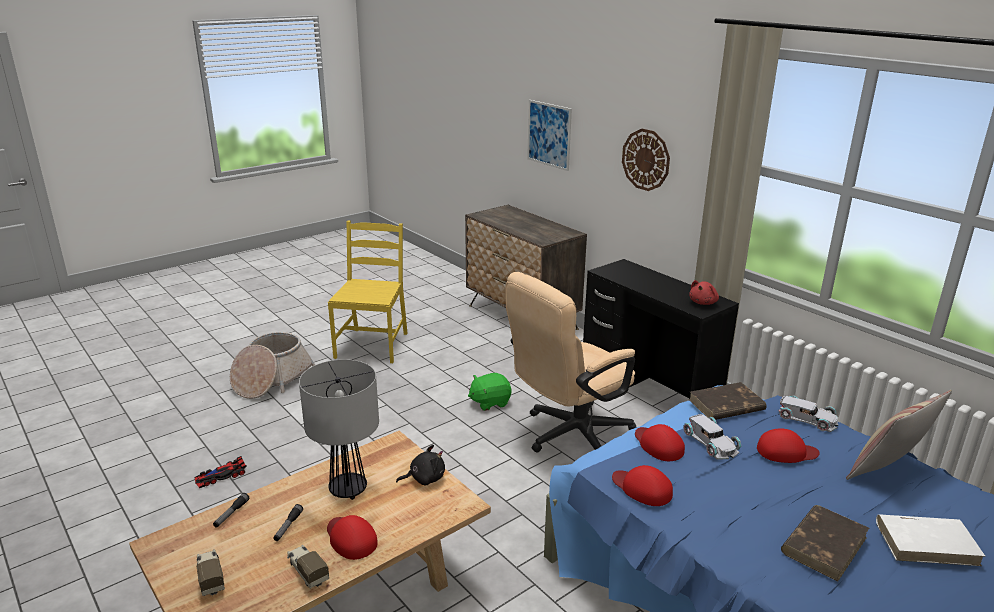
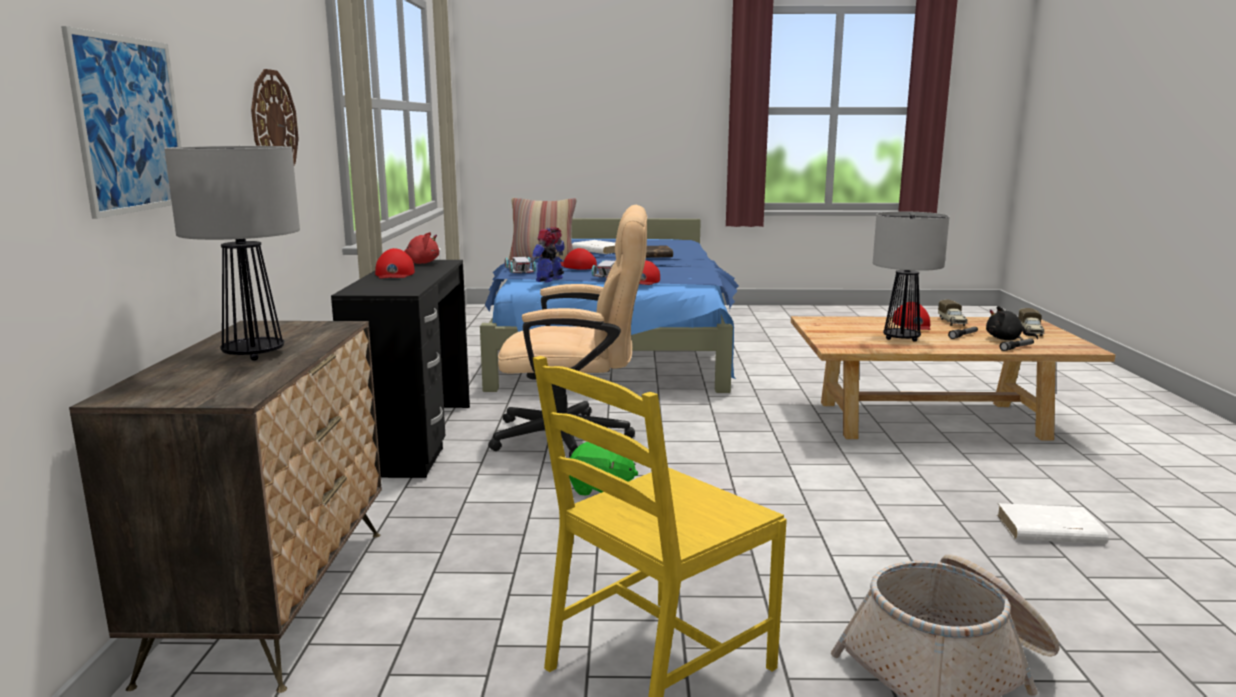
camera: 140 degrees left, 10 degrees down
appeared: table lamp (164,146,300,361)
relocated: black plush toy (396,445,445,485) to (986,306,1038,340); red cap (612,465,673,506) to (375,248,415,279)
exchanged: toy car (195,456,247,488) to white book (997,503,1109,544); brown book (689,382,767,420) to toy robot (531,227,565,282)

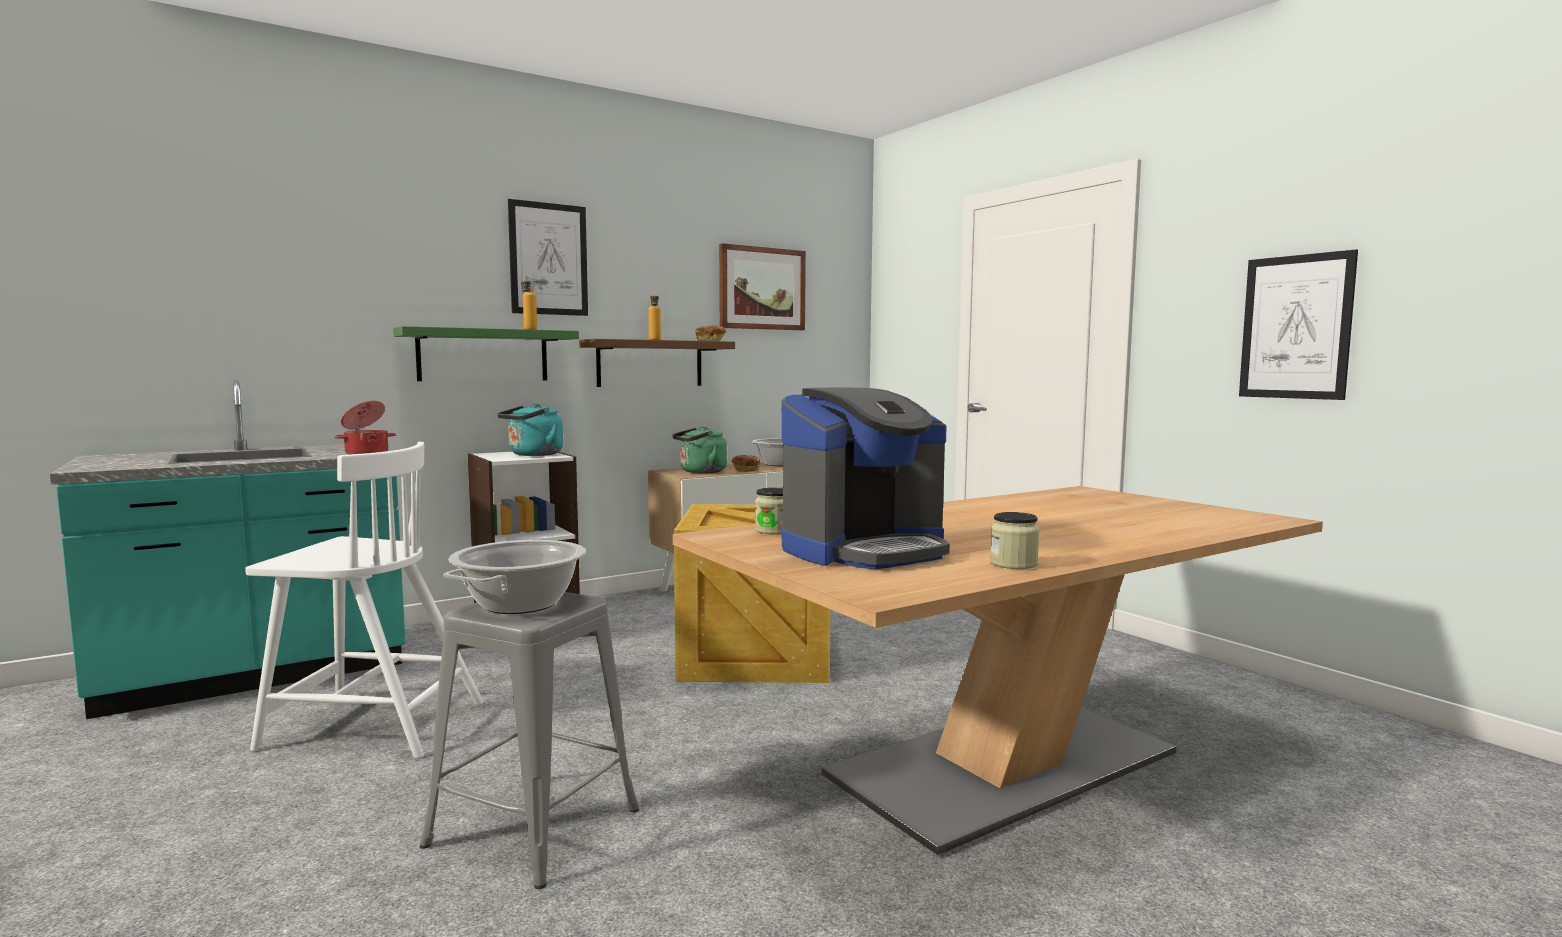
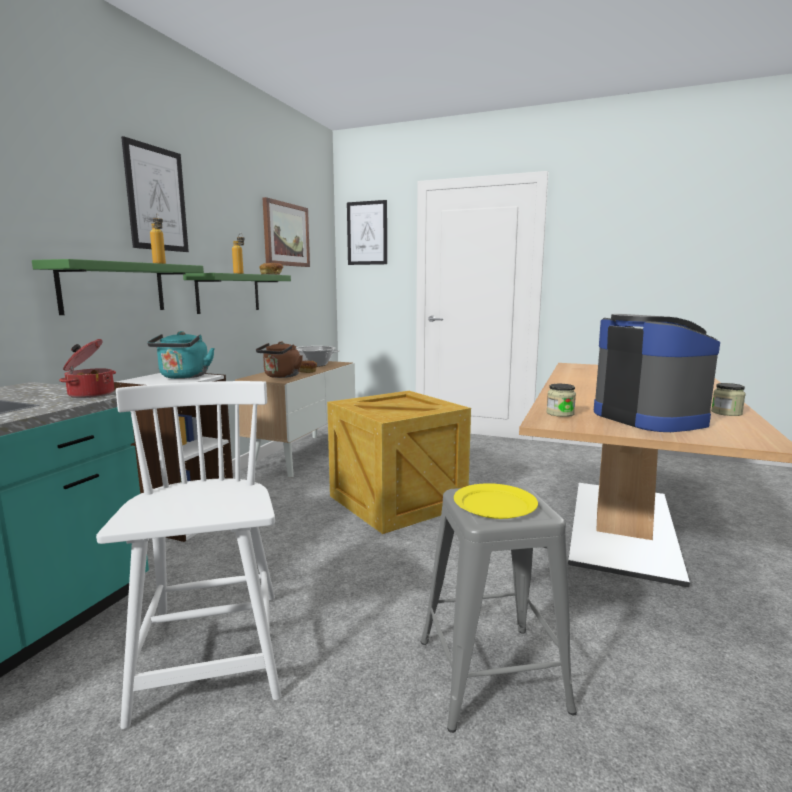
camera: 35 degrees left, 5 degrees up
relocated: picture (1239,249,1358,400) to (347,200,387,265)
exchanged: cooking pot (443,540,586,614) to yellow plate (454,483,538,519)
colour: brown shelf (579,339,735,387) to green shelf (183,273,291,314); green kettle (672,426,727,474) to brown kettle (256,341,303,378)
spun: white chair (245,442,484,759) = (96,381,281,729) 75 degrees counterclockwise; coffee machine (782,388,950,569) = (594,314,720,432) 45 degrees counterclockwise

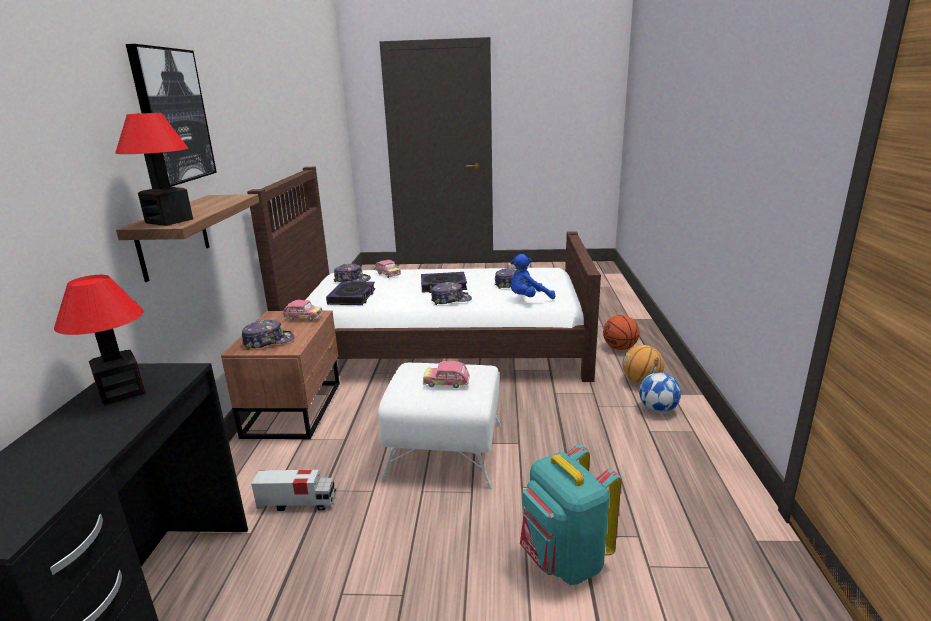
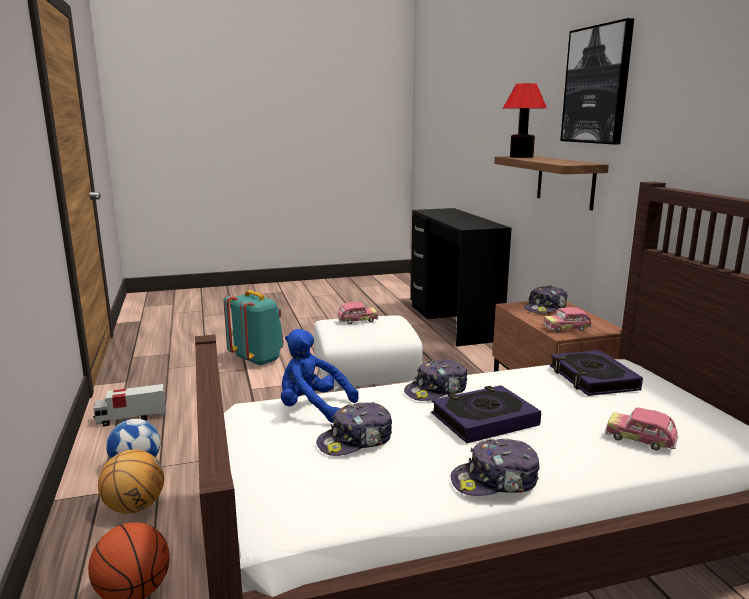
camera: 160 degrees right, 5 degrees down
missing: table lamp (54,275,145,405)
relocated: toy truck (252,470,336,511) to (93,384,166,426); cap (334,264,371,282) to (451,439,540,496)
spun: blue plush toy (510,254,555,299) = (281,329,359,423) 120 degrees counterclockwise

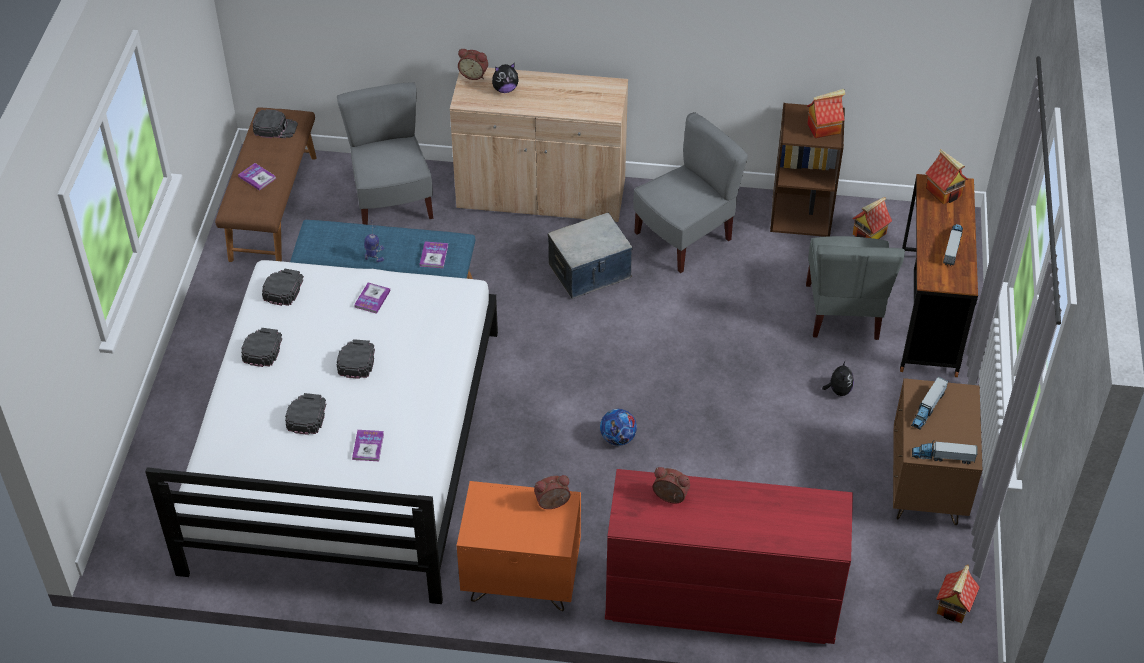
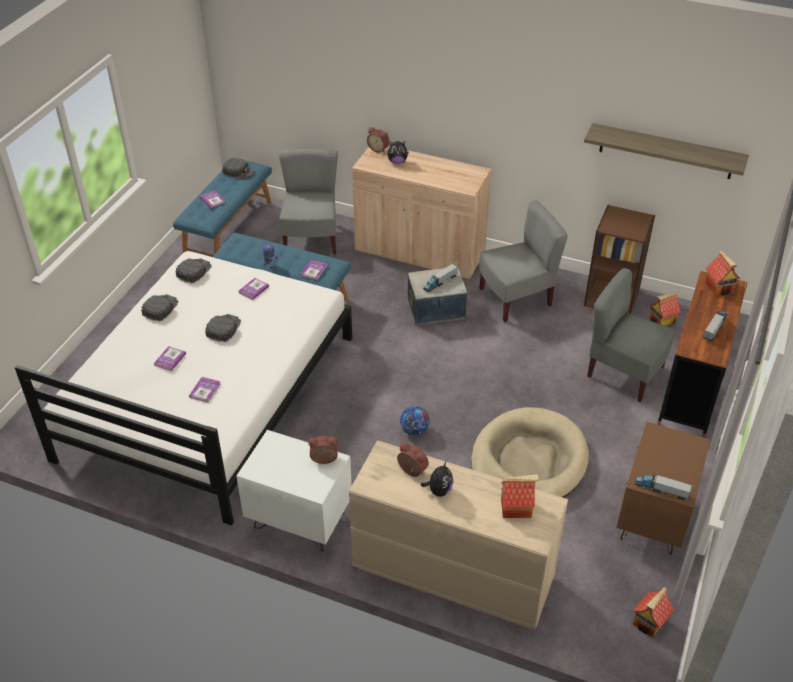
camera: 15 degrees right, 5 degrees down
appeared: beige dog bed (471,407,589,498); shelf (584,123,749,179)
relocated: toy house (807,89,845,138) to (501,474,539,518); plush toy (822,360,854,396) to (421,462,453,497); toy truck (911,377,948,429) to (423,263,458,292)
exchanged: black cap (285,393,326,435) to book (153,346,186,371)
colour: brown bench (215,107,317,262) to blue bench (173,160,272,257); orange nightstand (456,481,581,611) to white nightstand (236,430,352,552); red dresser (605,469,853,644) to beige dresser (349,440,568,629)
spun: grey chair (806,236,905,340) = (587,268,675,402) 105 degrees clockwise

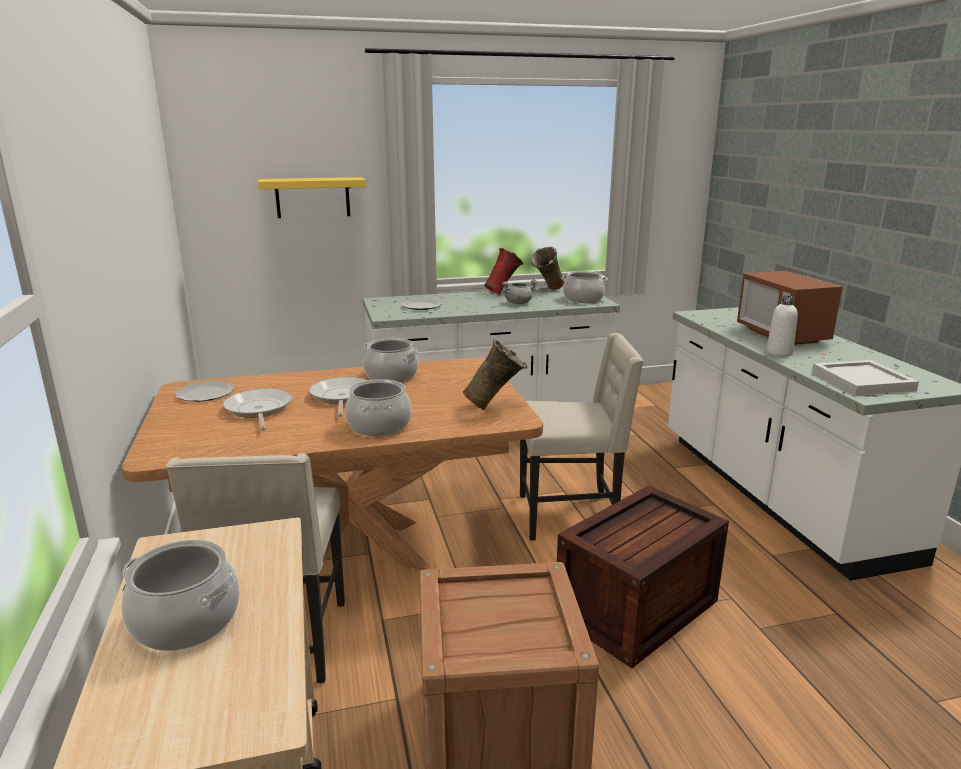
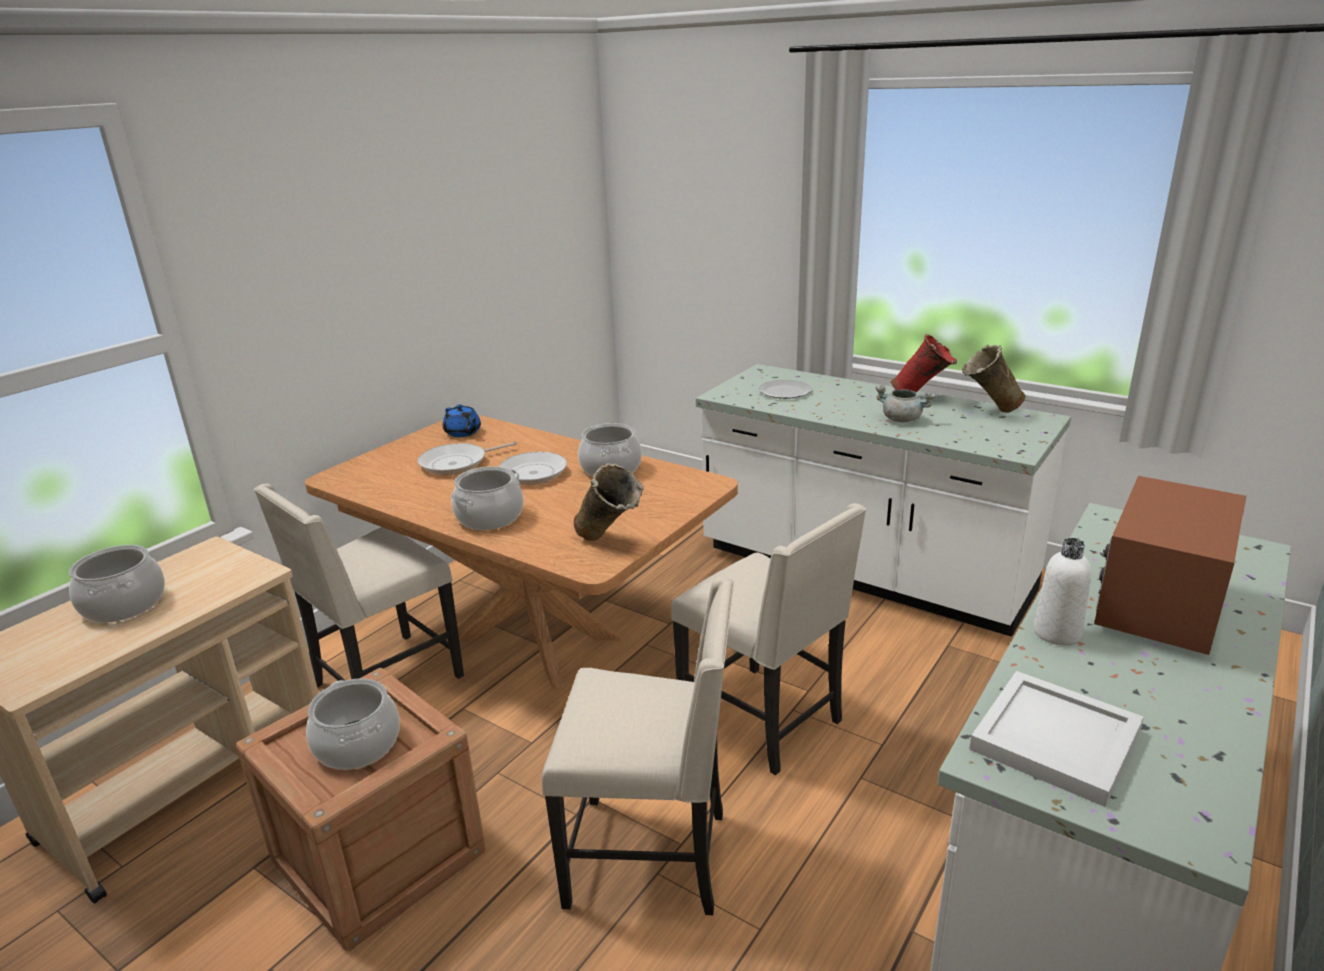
camera: 50 degrees right, 5 degrees up
missing: yellow shelf (257,177,366,218)
relocated: cooking pot (561,271,608,303) to (306,678,400,770)
exchanged: plate (175,381,235,402) to blue teapot (443,404,481,437); crate (557,486,729,668) to beige chair (542,577,734,916)
spun: frying pan (223,388,292,431) = (418,441,518,475) 150 degrees counterclockwise

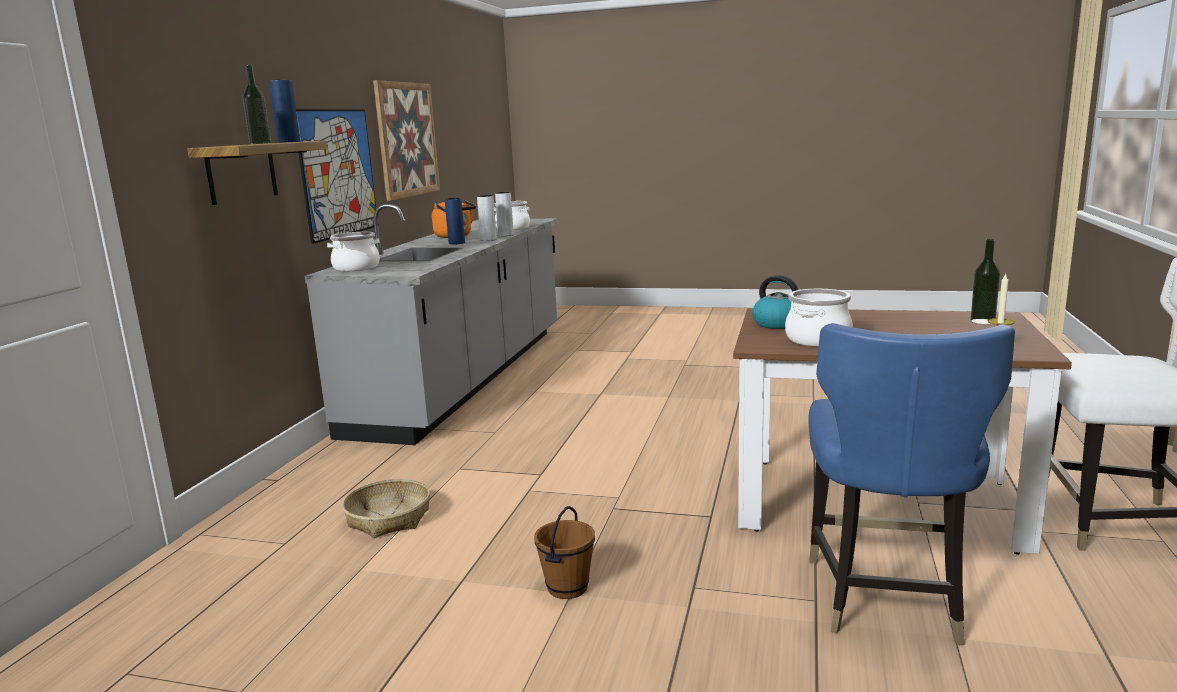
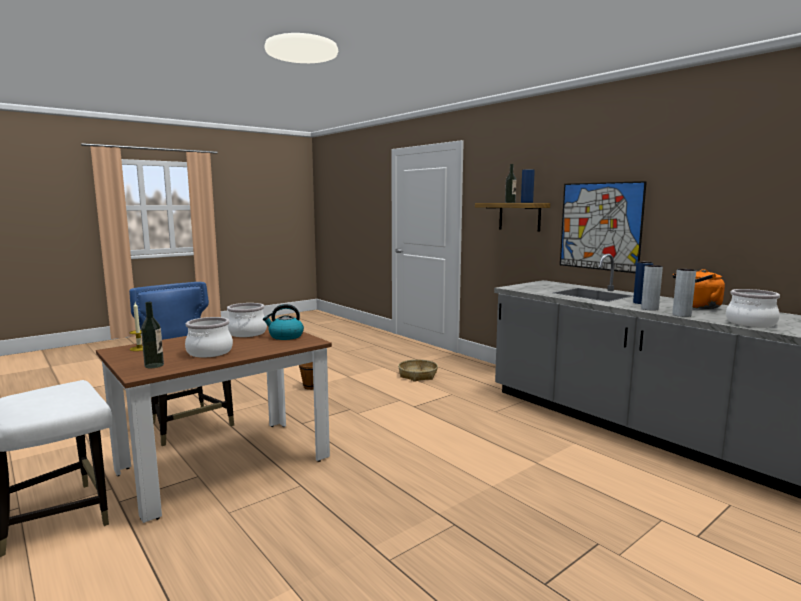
camera: 125 degrees right, 5 degrees down
missing: picture (373,80,440,201)
relocated: cooking pot (327,232,380,271) to (185,317,233,358)

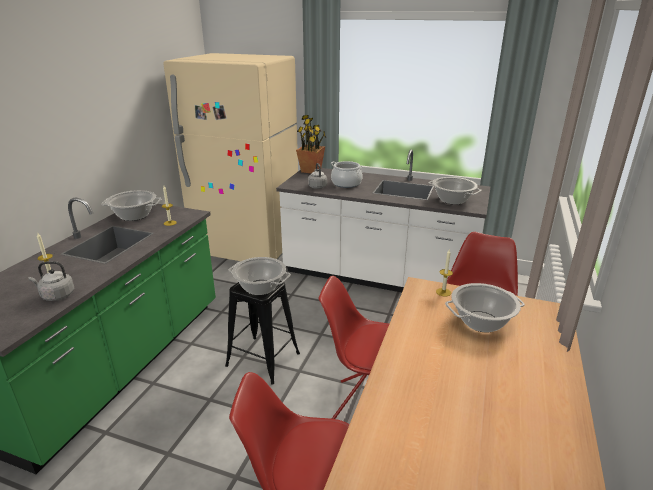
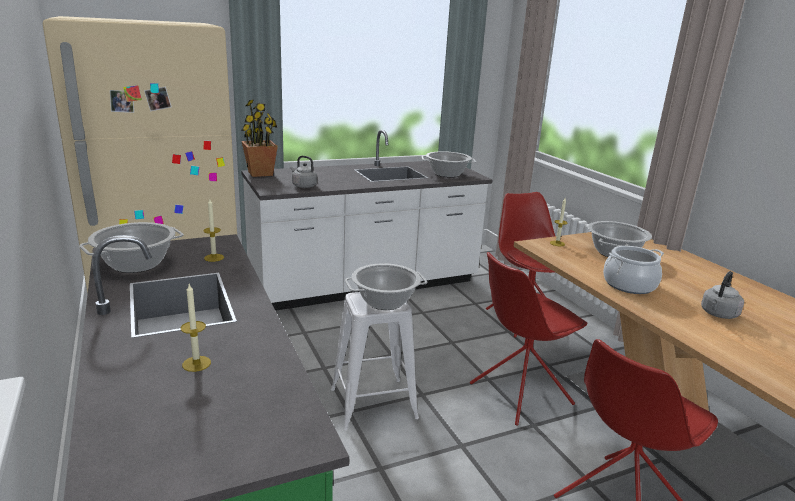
camera: 45 degrees left, 5 degrees down
relocated: grey kettle (29,261,74,301) to (701,271,744,319); cooking pot (331,161,364,188) to (603,246,664,294)
colour: black stool (225,281,300,384) to white stool (331,292,419,430)

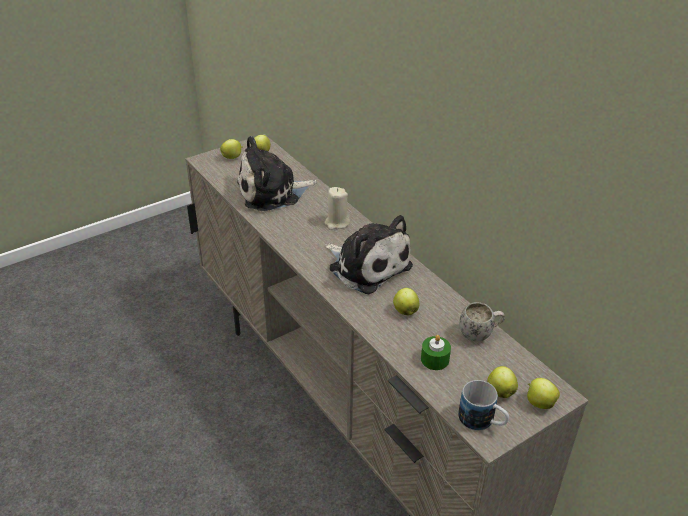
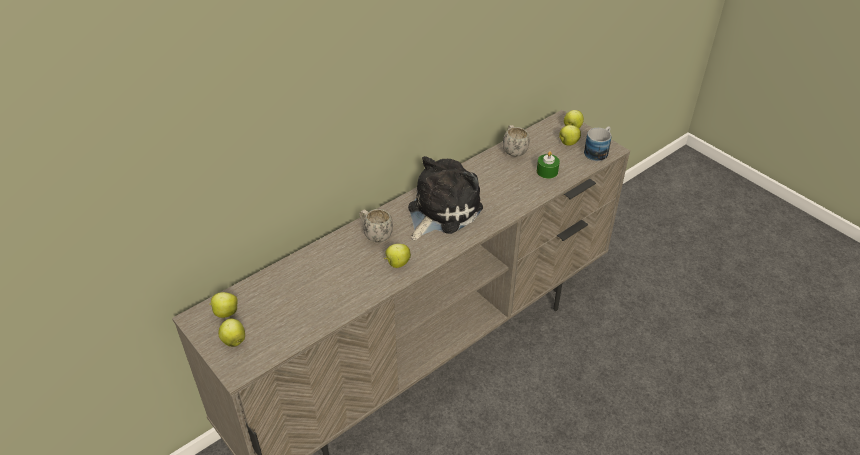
camera: 95 degrees left, 5 degrees up
missing: plush toy (237,136,317,211)
relocated: apple (393,288,419,315) to (384,244,411,268)
exchanged: beige candle (325,187,350,230) to white mug (359,209,393,242)

